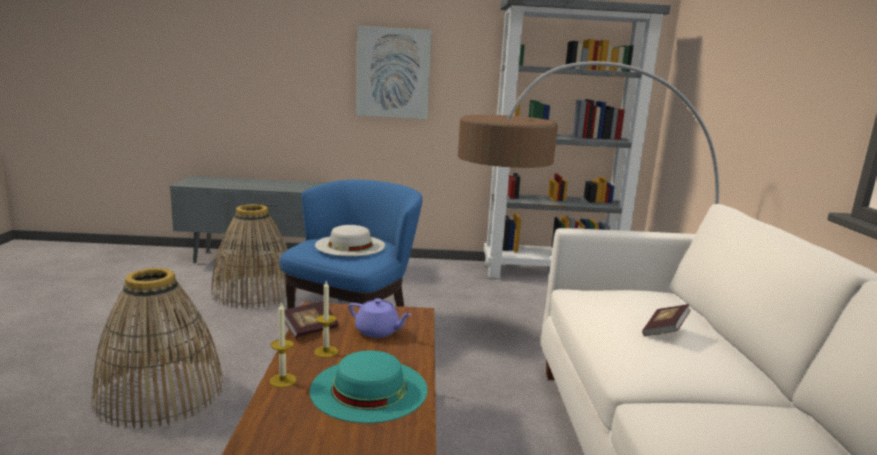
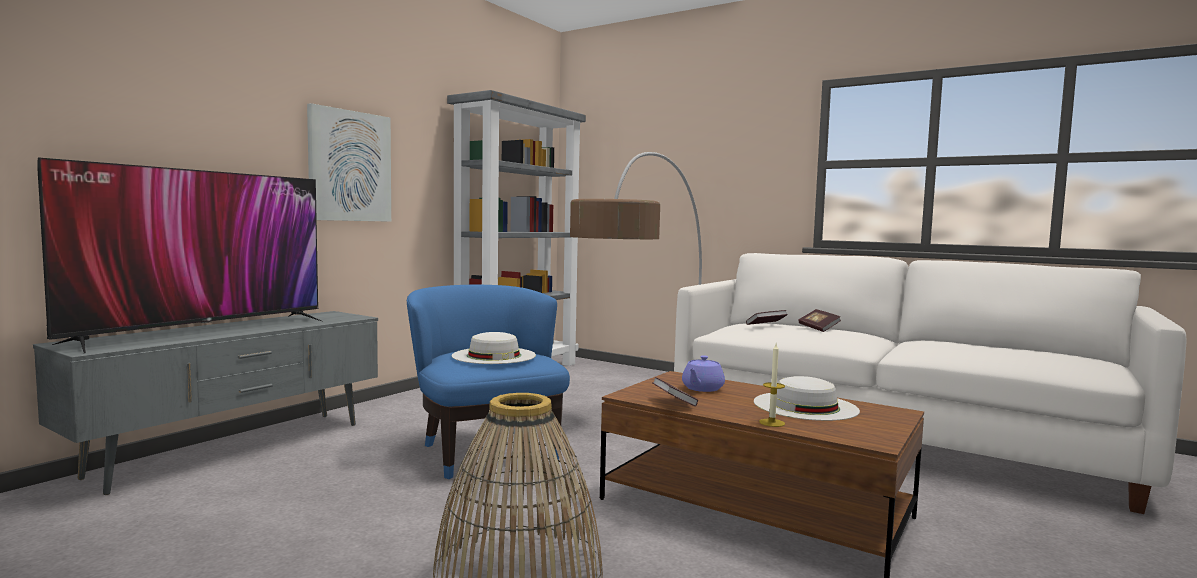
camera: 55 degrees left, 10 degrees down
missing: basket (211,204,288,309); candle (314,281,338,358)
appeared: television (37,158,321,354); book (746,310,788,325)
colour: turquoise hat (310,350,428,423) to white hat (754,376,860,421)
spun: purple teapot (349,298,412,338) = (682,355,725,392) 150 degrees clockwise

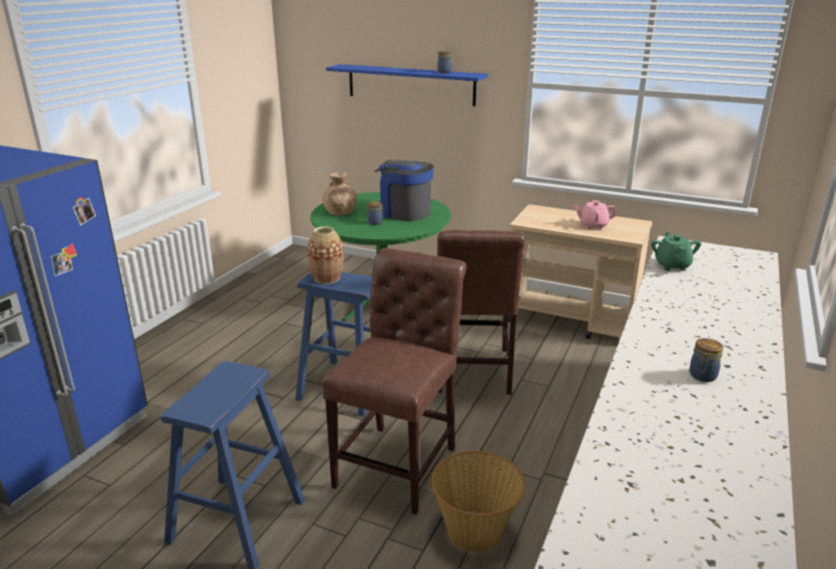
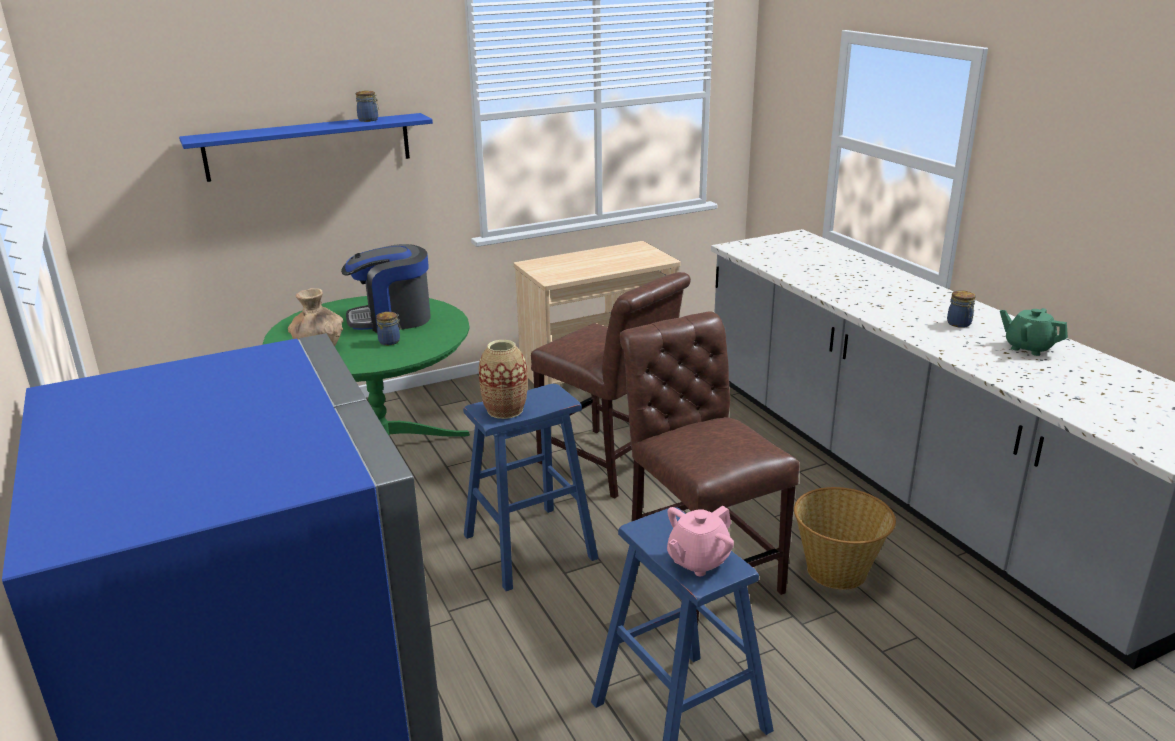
camera: 50 degrees left, 0 degrees up
relocated: pink teapot (574,200,616,230) to (667,506,734,576); green teapot (651,232,701,271) to (1000,308,1068,356)

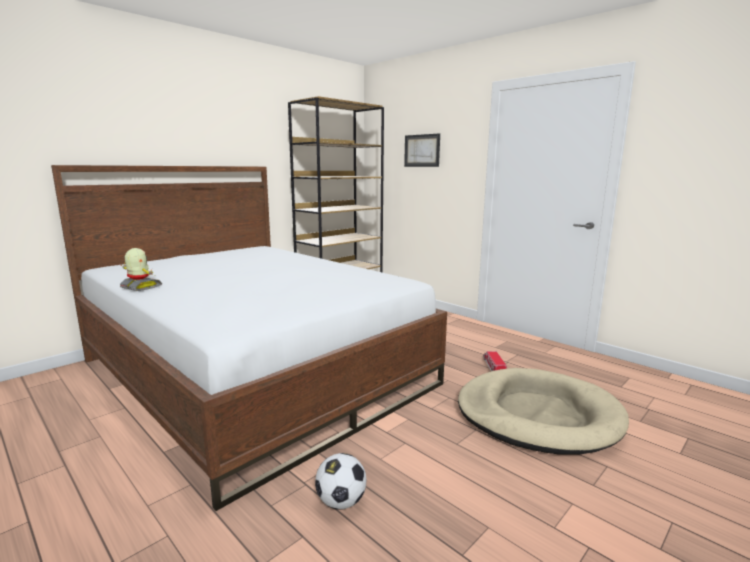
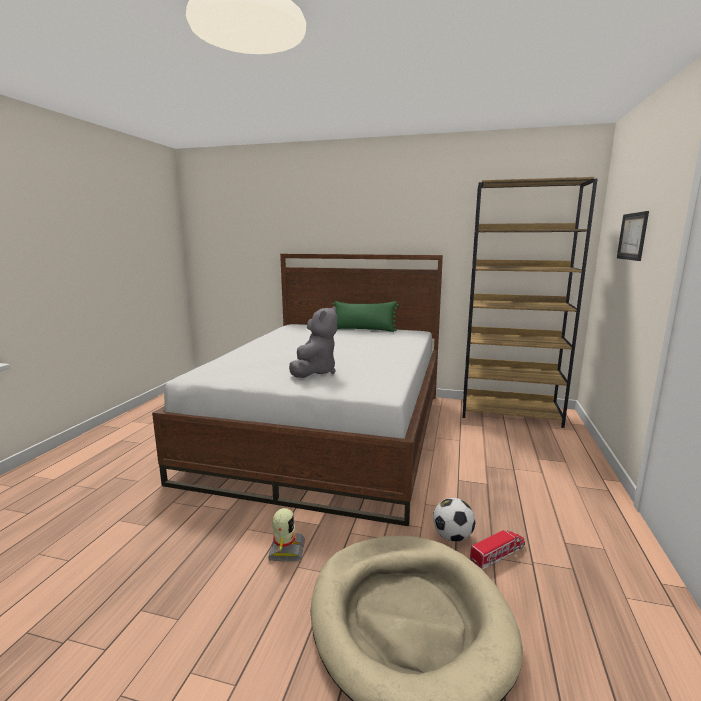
camera: 60 degrees right, 0 degrees up
appeared: grey plush toy (289,306,337,378); green pillow (333,301,399,332)
relocated: toy robot (120,248,162,291) to (268,508,305,561); football (315,453,366,509) to (433,498,475,542)

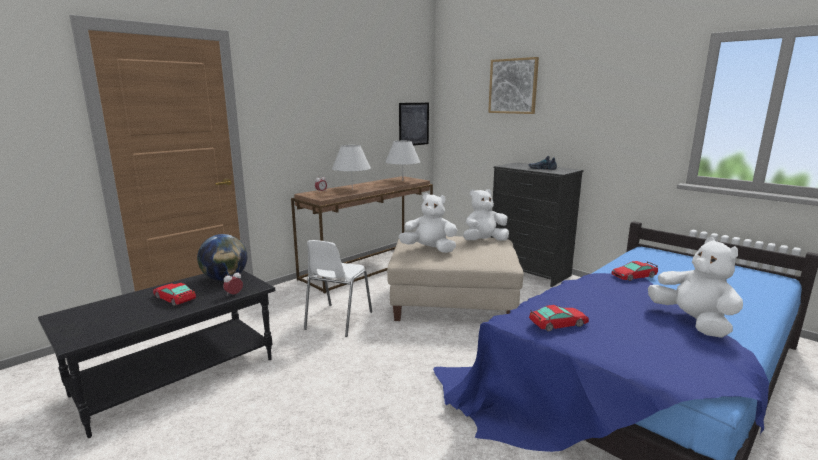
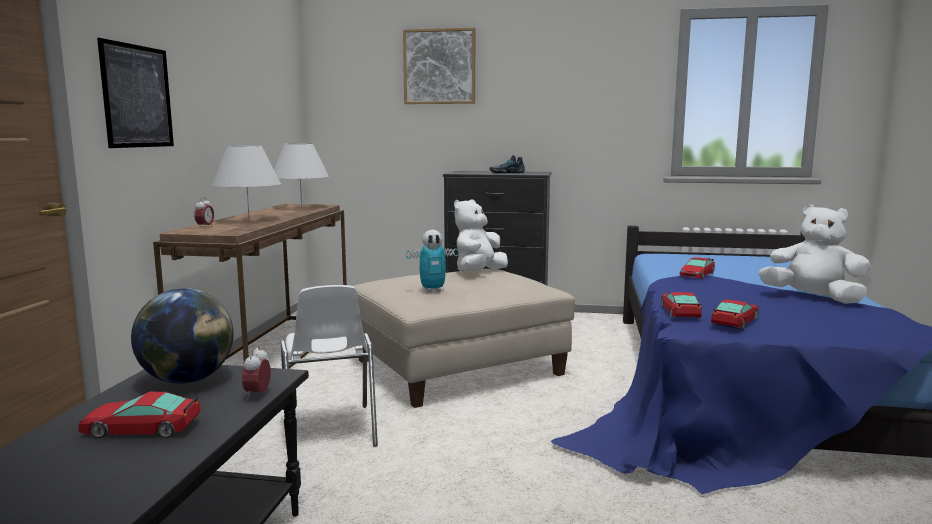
camera: 35 degrees left, 5 degrees down
appeared: toy car (661,292,702,318)
relocated: picture (399,103,429,146) to (97,38,174,148)
exchanged: white plush toy (398,193,458,253) to toy robot (406,230,459,292)

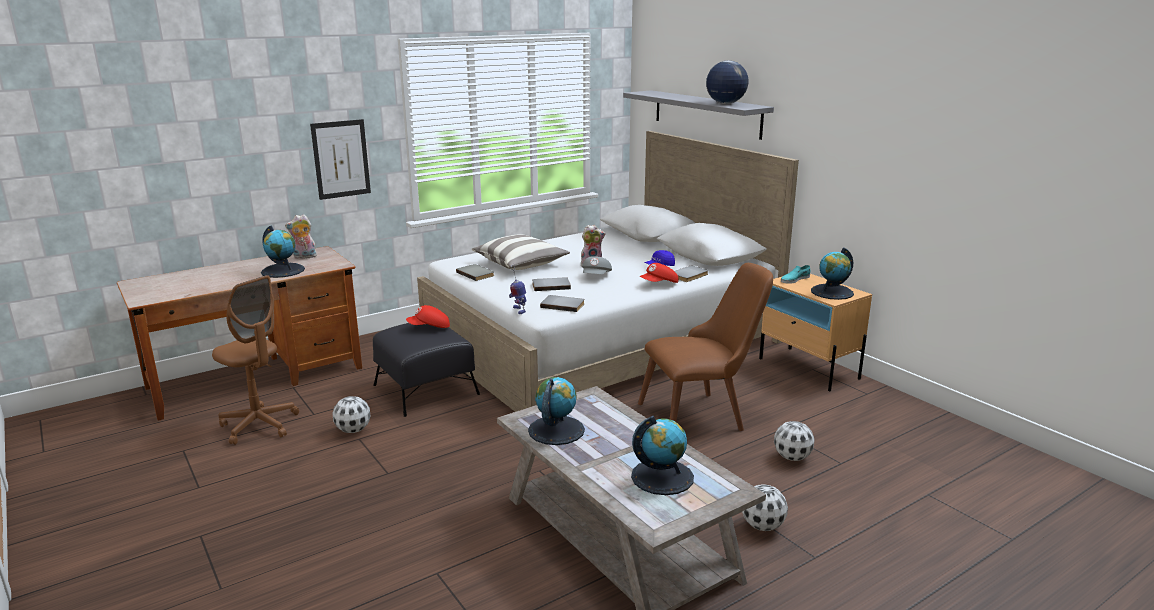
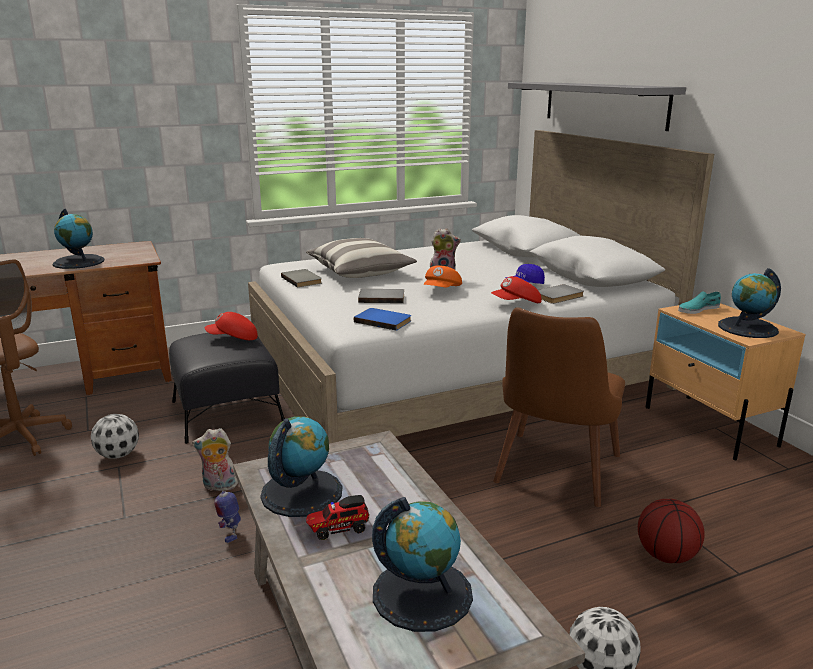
camera: 10 degrees right, 0 degrees up
missing: picture (310,119,371,200); globe (706,61,748,104)
appeared: toy truck (306,495,369,540)
relocated: plush toy (285,214,317,259) to (192,428,238,491); toy robot (509,263,527,314) to (213,467,241,543)
exchanged: football (774,421,815,461) to basketball (638,499,704,563)
colour: grey book (540,295,585,312) to blue book (354,308,411,331); grey cap (582,256,612,274) to orange cap (424,265,462,288)
spun: brown chair (638,263,773,431) = (493,307,625,507) 120 degrees clockwise

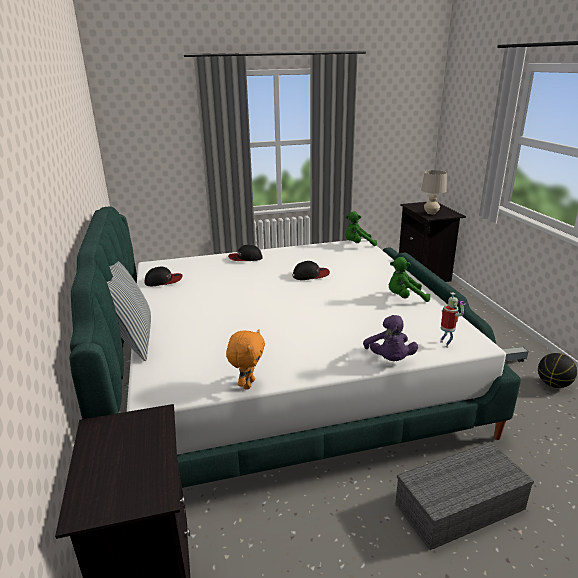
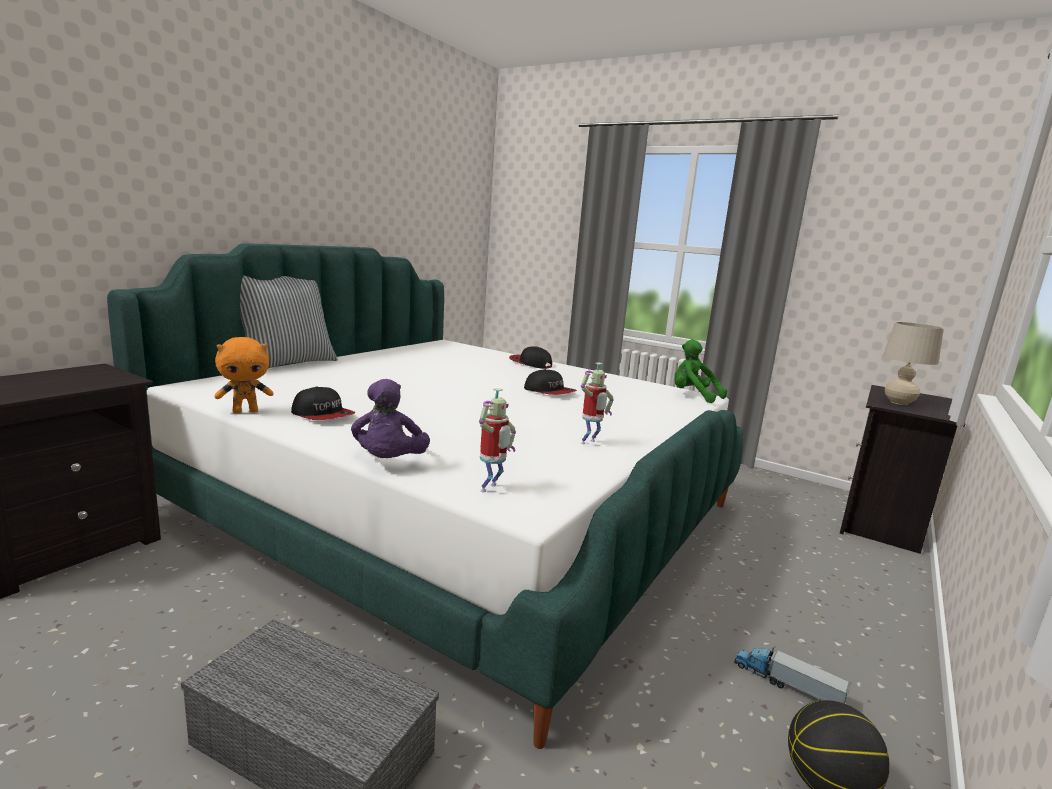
camera: 45 degrees right, 10 degrees down
relocated: cap (144,267,182,286) to (291,387,356,420)
exchanged: green plush toy (389,257,430,302) to toy robot (581,362,614,444)
spun: purple plush toy (363,315,418,361) = (351,379,430,458) 45 degrees counterclockwise

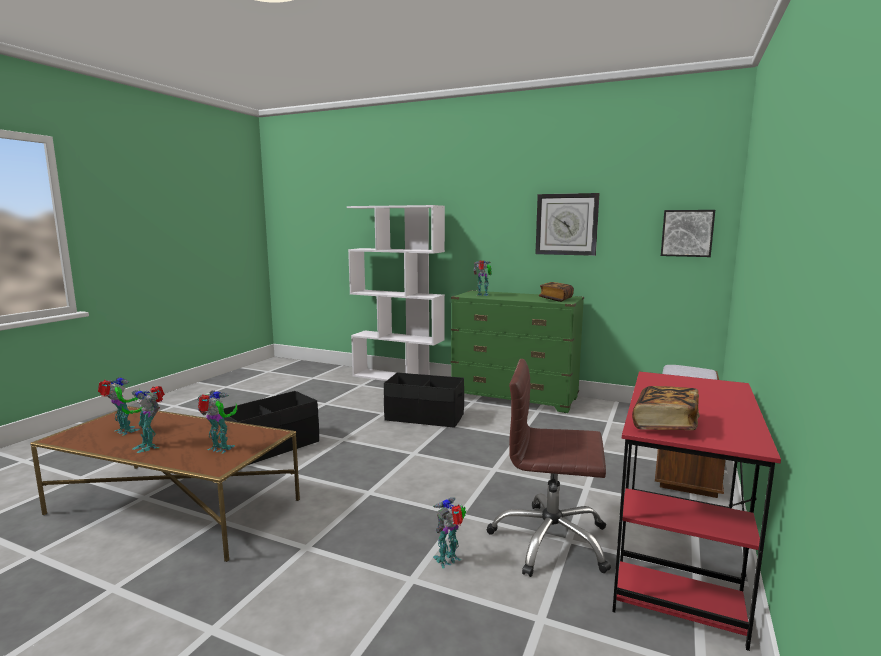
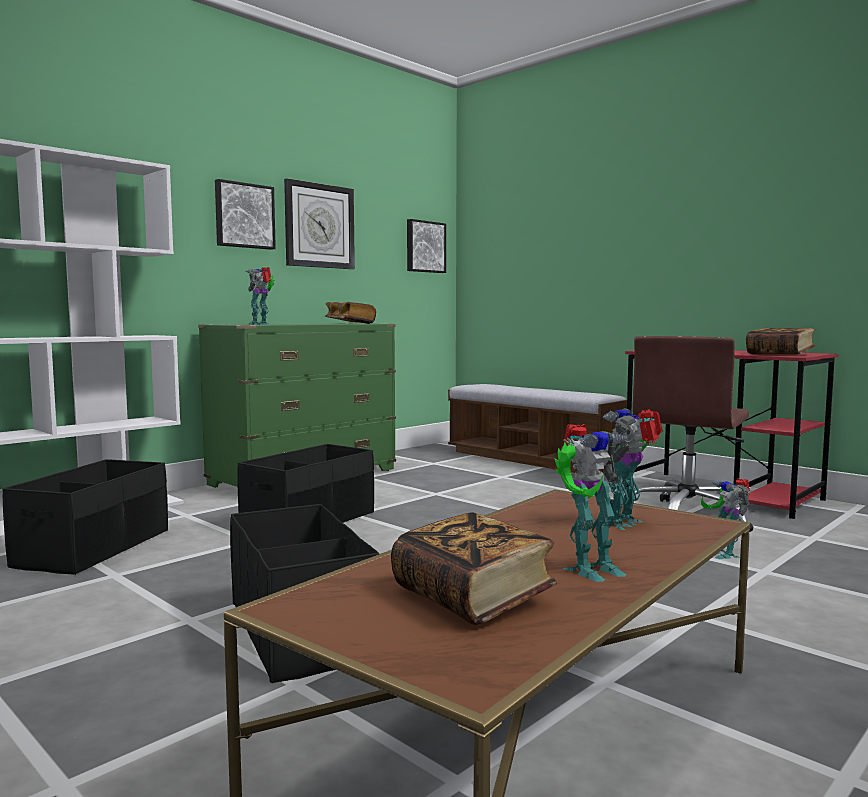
camera: 70 degrees left, 5 degrees down
appeared: black storage box (2,459,168,575); picture (215,179,276,250)
exchanged: toy robot (98,377,140,435) to book (391,512,557,625)

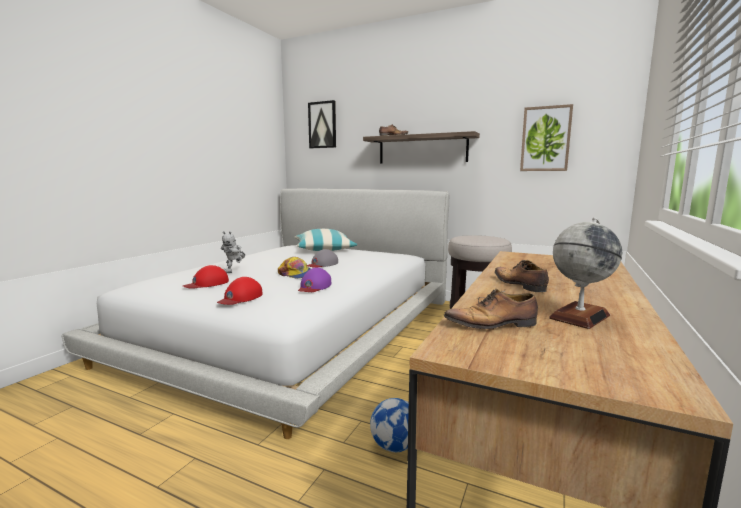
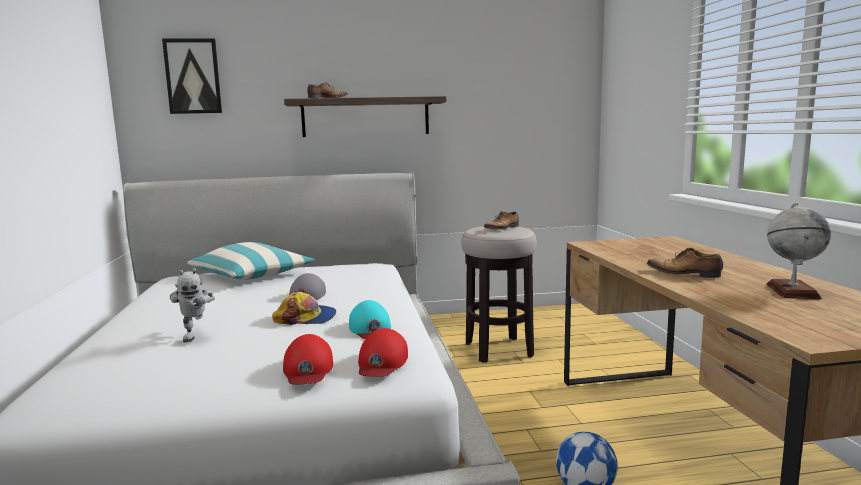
camera: 35 degrees left, 0 degrees up
missing: picture (520,104,573,171)
relocated: red cap (183,265,229,289) to (358,328,408,377); shoe (443,288,538,329) to (484,211,519,230)
colour: purple cap (298,267,331,292) to turquoise cap (349,300,391,339)

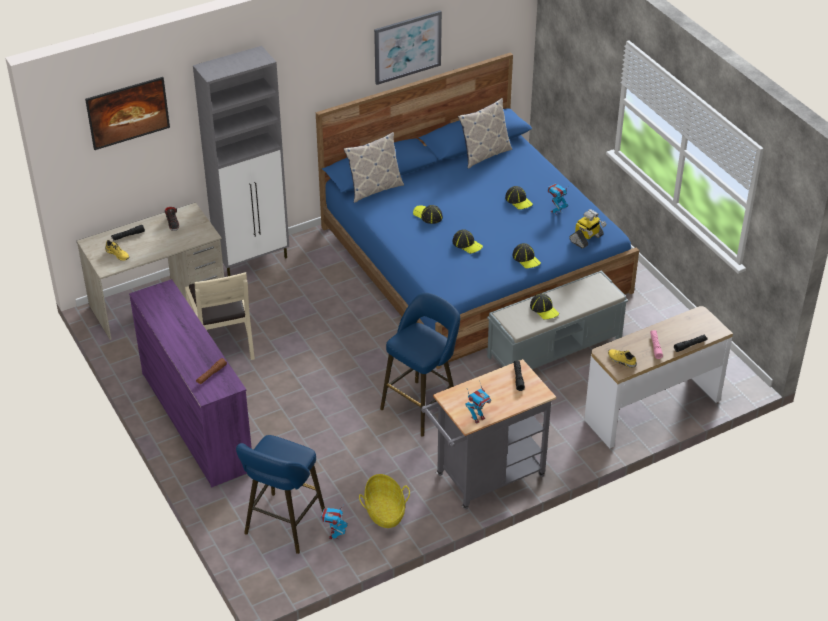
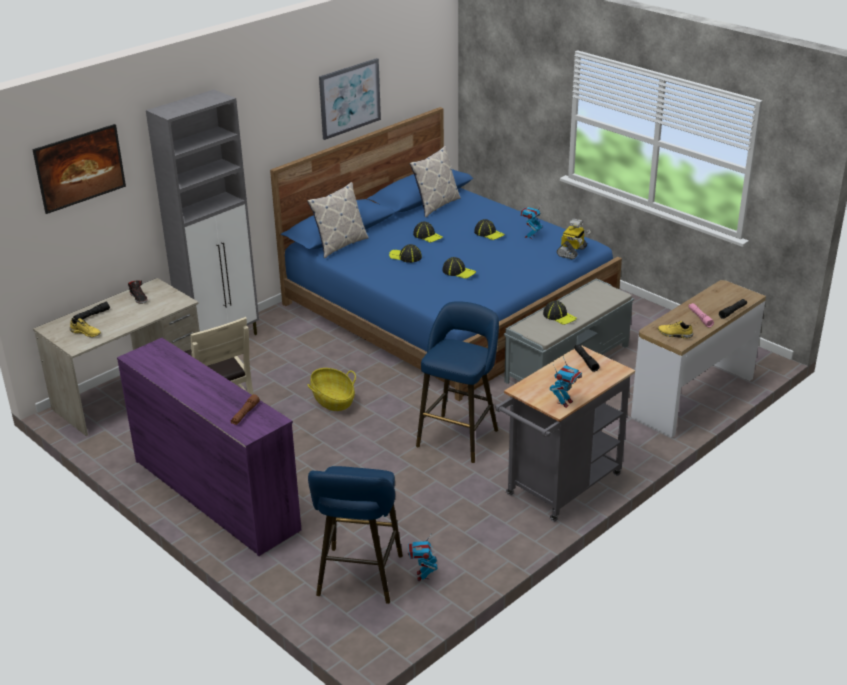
camera: 15 degrees left, 10 degrees down
relocated: basket (359,474,410,528) to (307,368,356,411); cap (512,243,541,269) to (413,221,443,243)

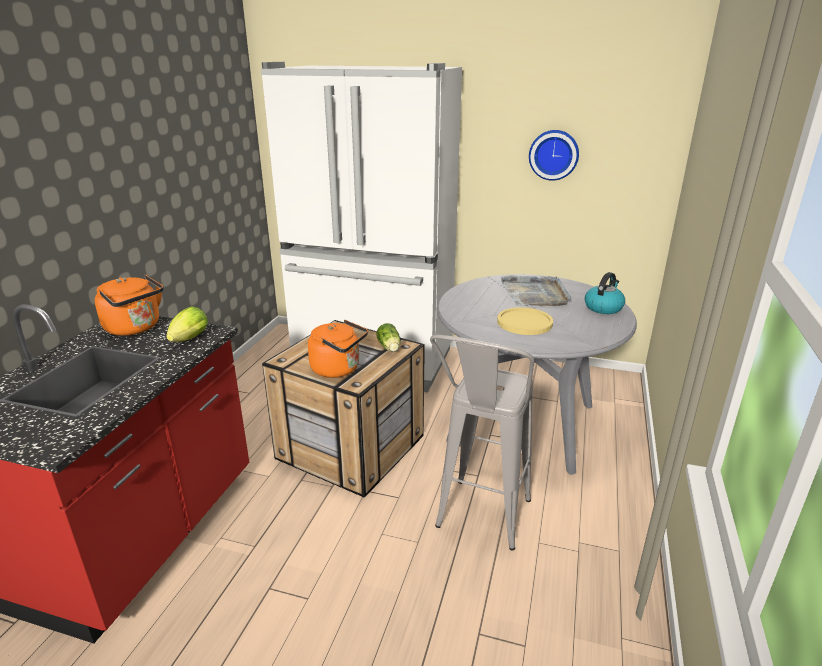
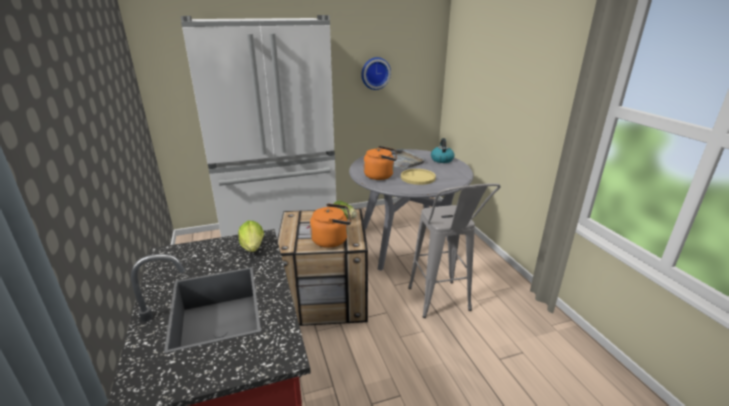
camera: 35 degrees left, 0 degrees up
relocated: orange kettle (95,274,163,336) to (364,146,397,180)

